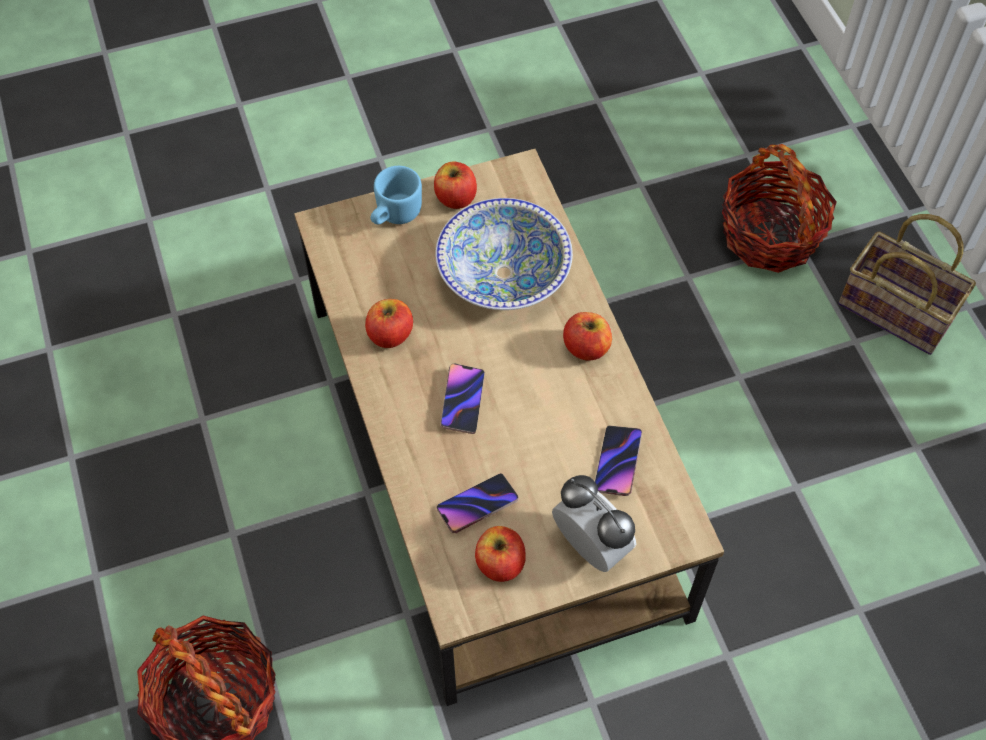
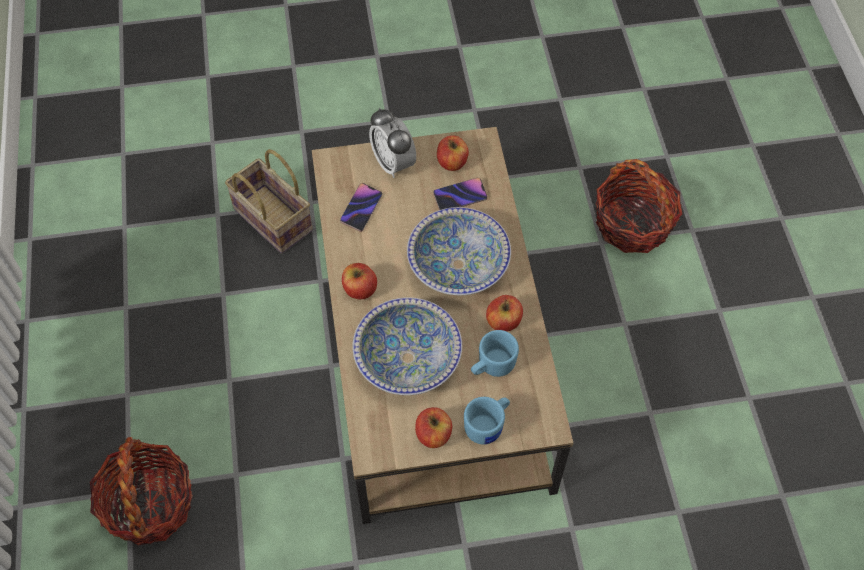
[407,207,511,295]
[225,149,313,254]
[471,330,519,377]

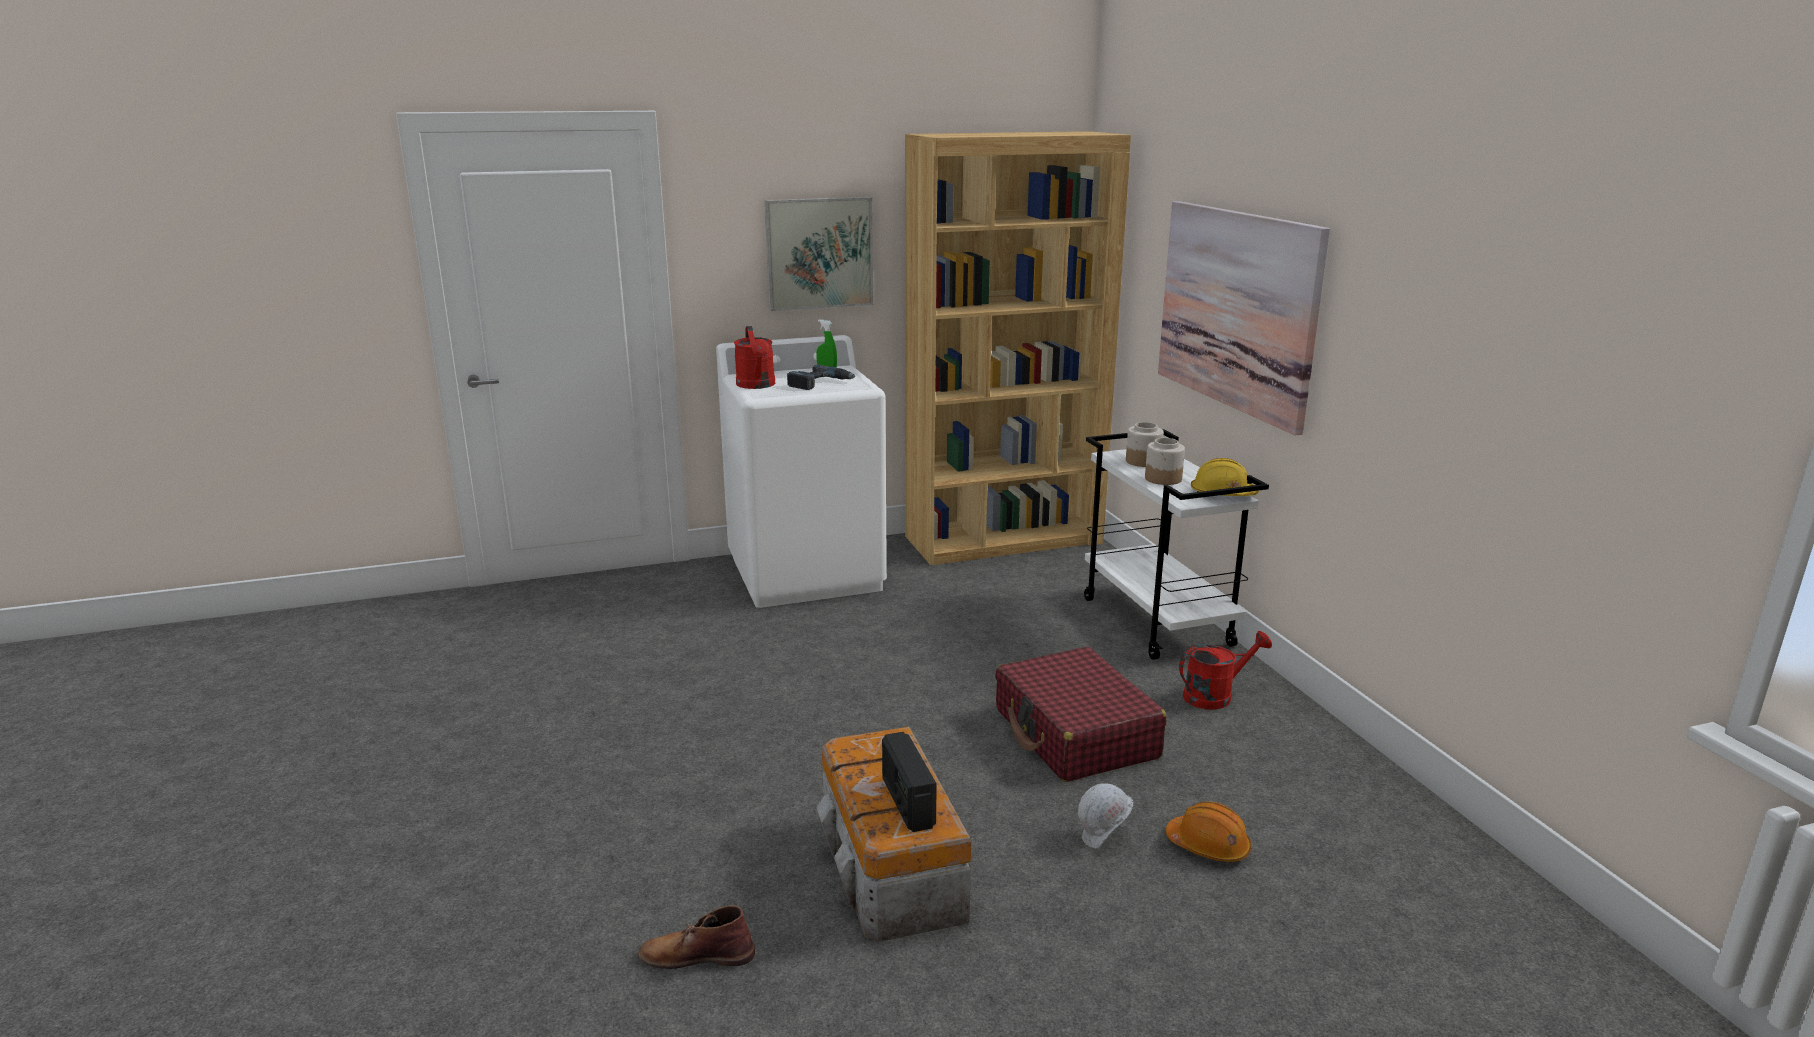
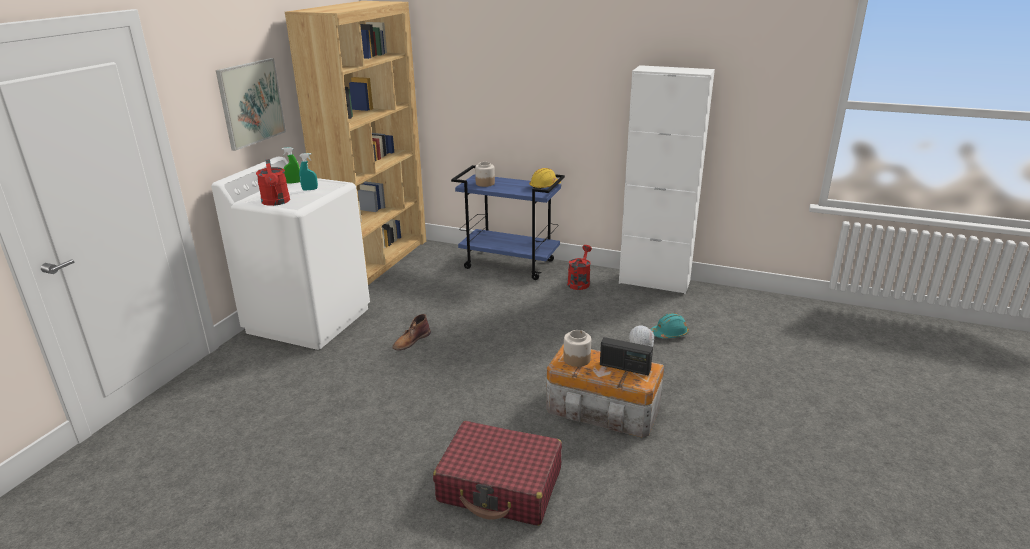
[392,314,431,351]
[256,159,290,206]
[299,153,318,191]
[433,421,562,526]
[451,165,565,280]
[563,330,591,367]
[1158,201,1330,435] (first image)
[651,313,689,338]
[619,65,715,294]

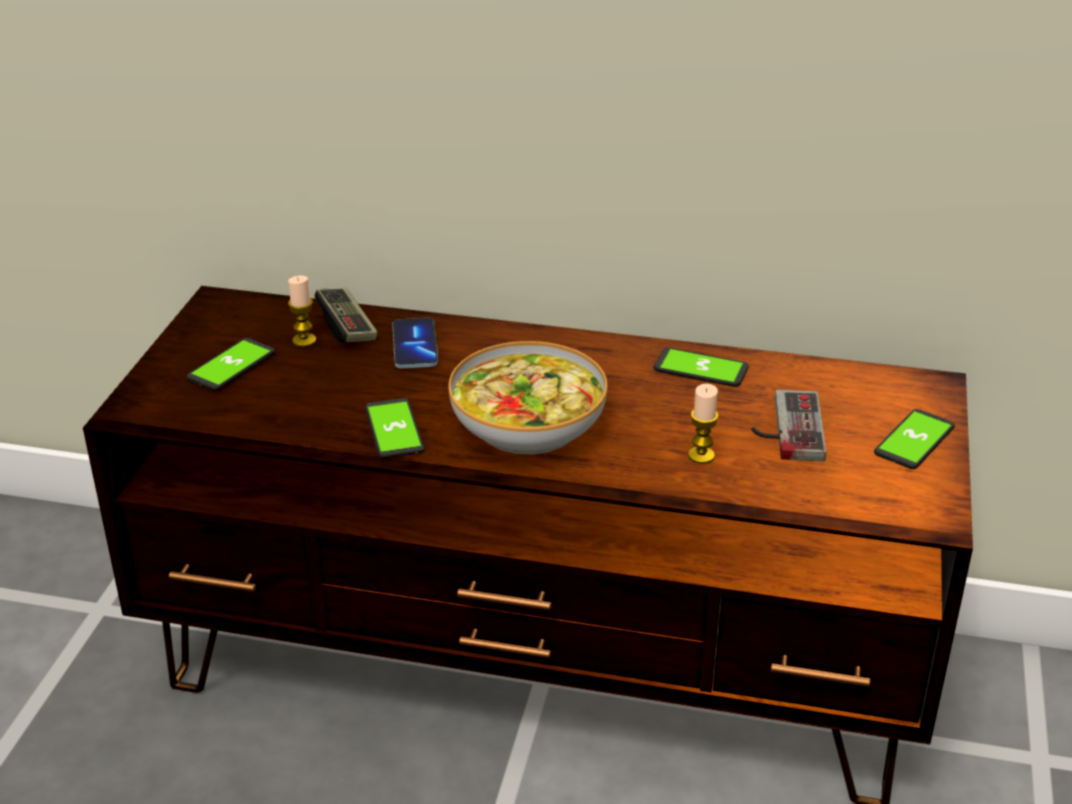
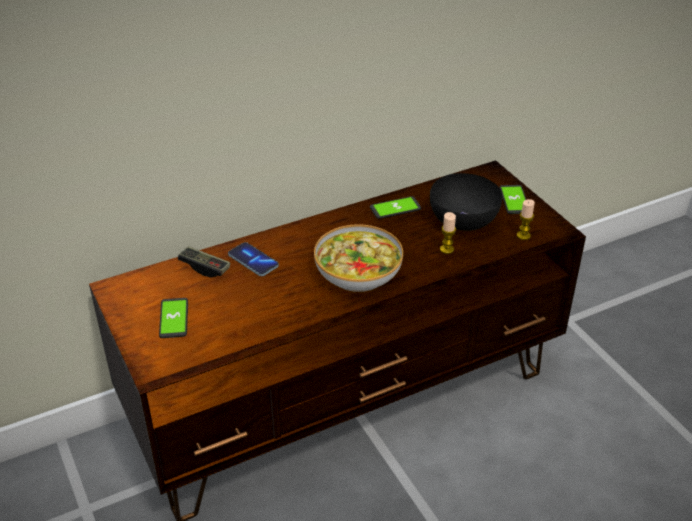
[517,199,535,240]
[365,398,424,458] (first image)
[430,173,502,231]

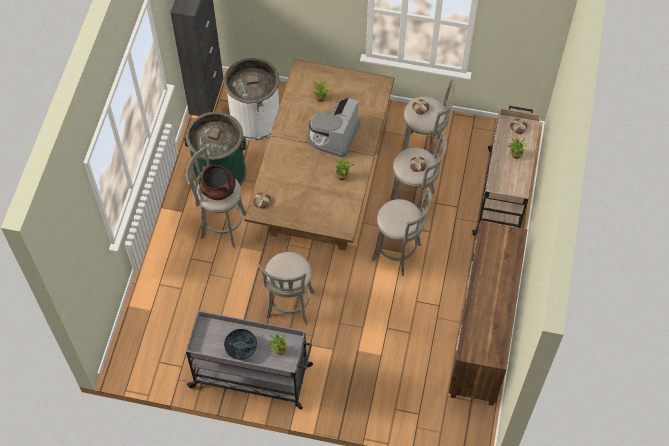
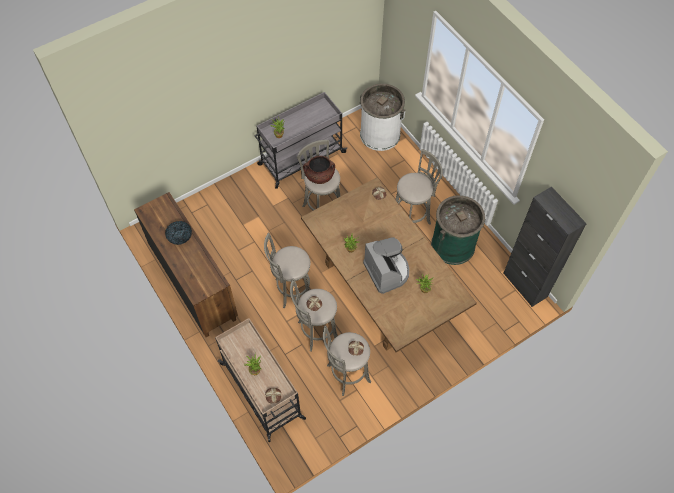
[303,156,335,184]
[360,83,405,151]
[165,221,192,245]

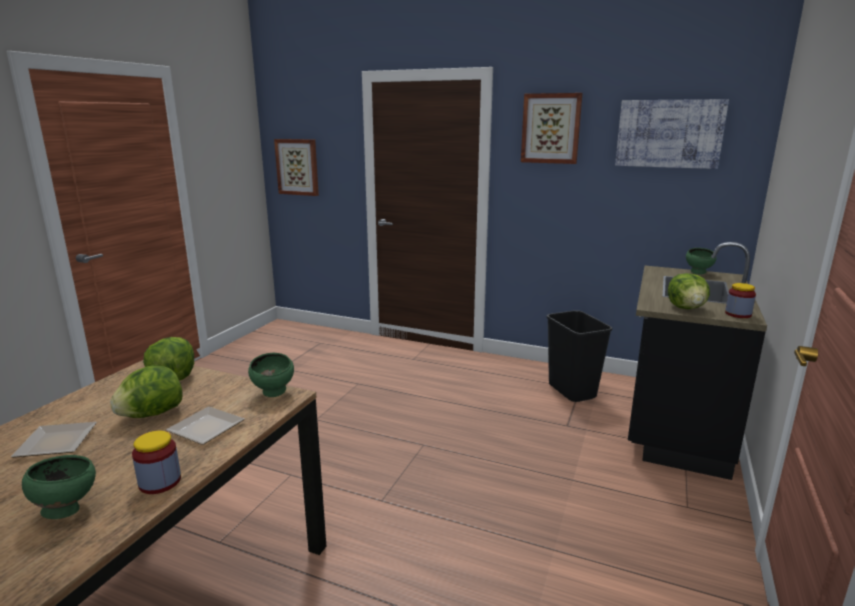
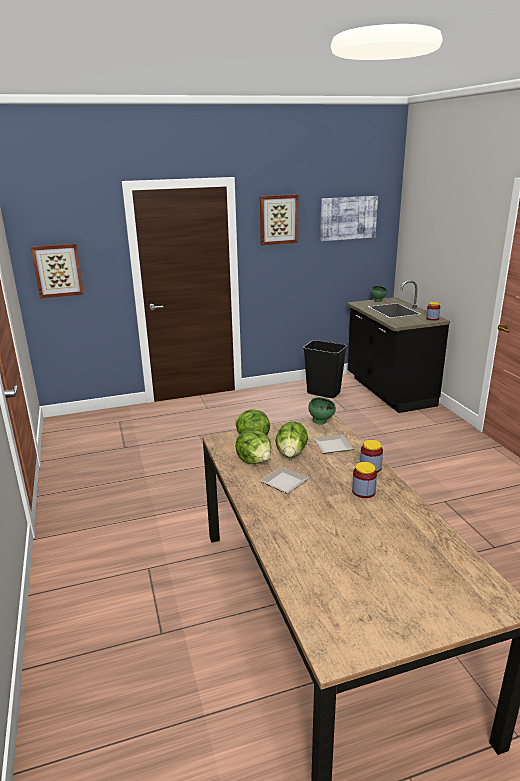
[352,462,377,498]
[235,430,271,464]

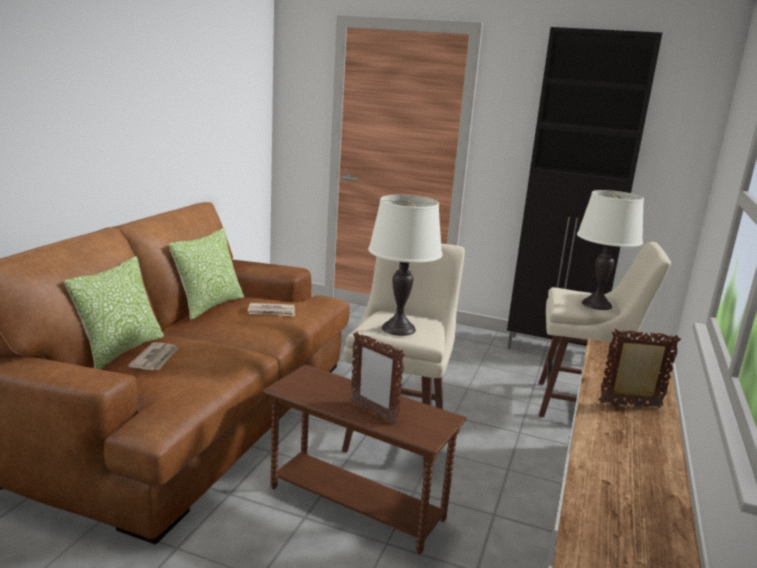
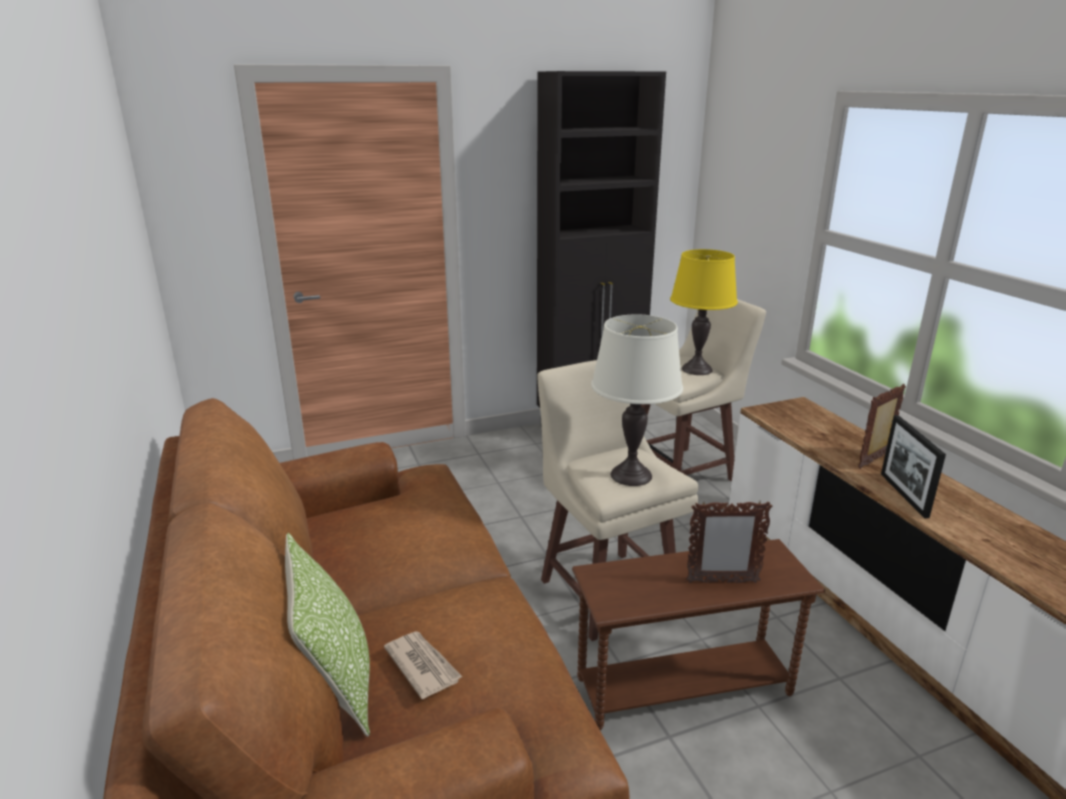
[169,228,244,320] (first image)
[248,303,295,317] (first image)
[670,249,738,375]
[881,415,946,518]

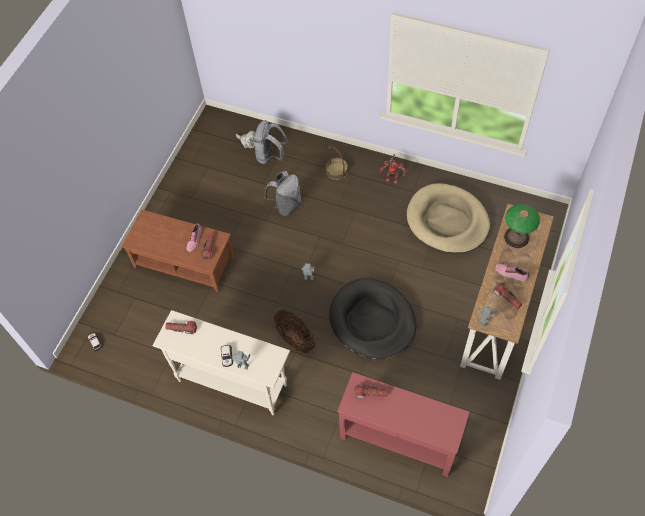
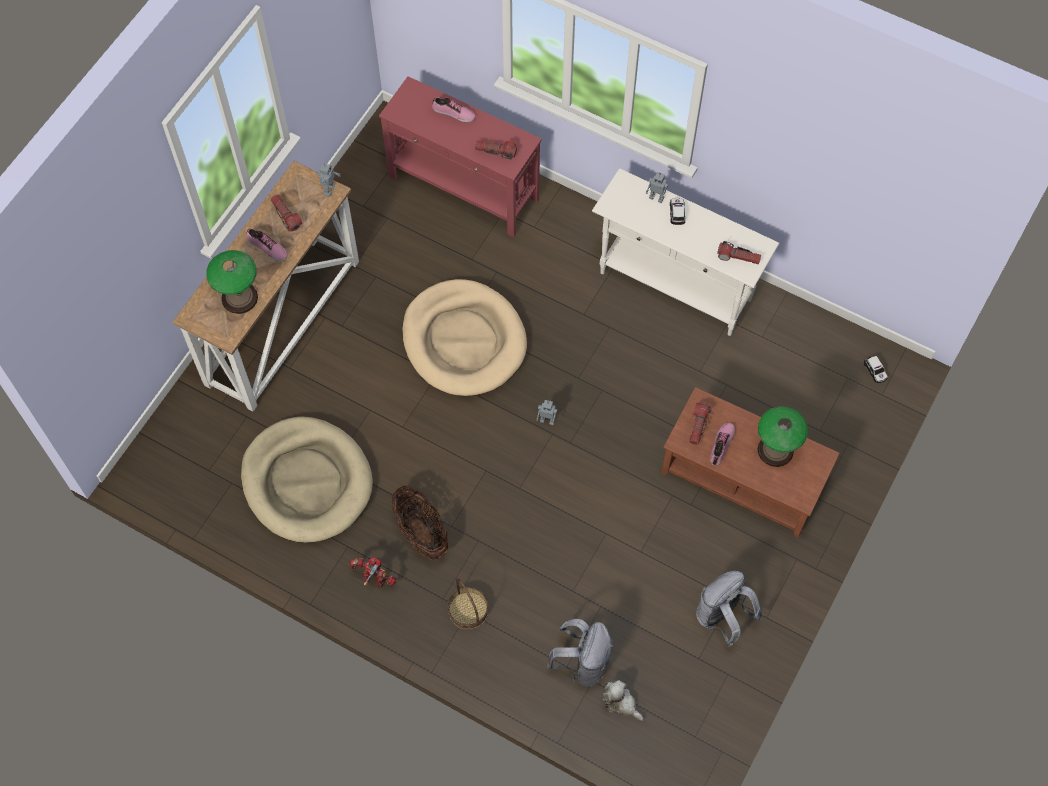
[696,571,763,647]
[392,485,448,560]
[402,279,527,396]
[432,97,475,122]
[757,407,808,467]

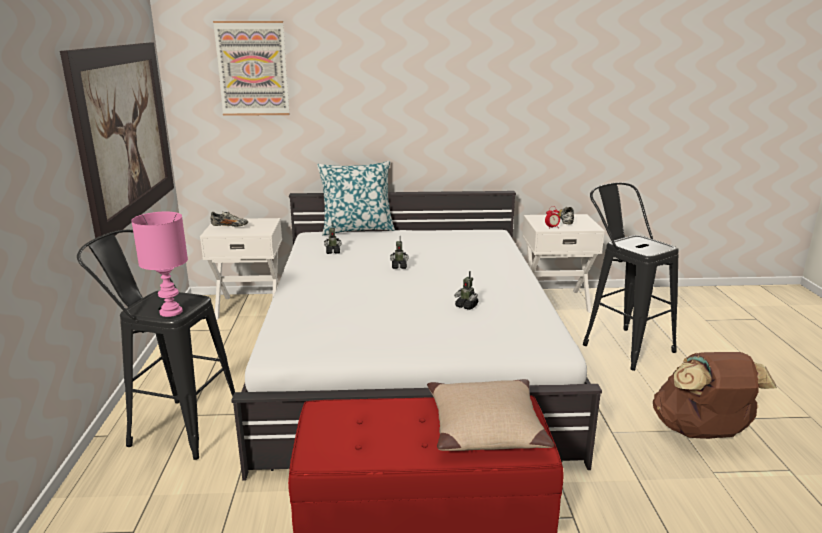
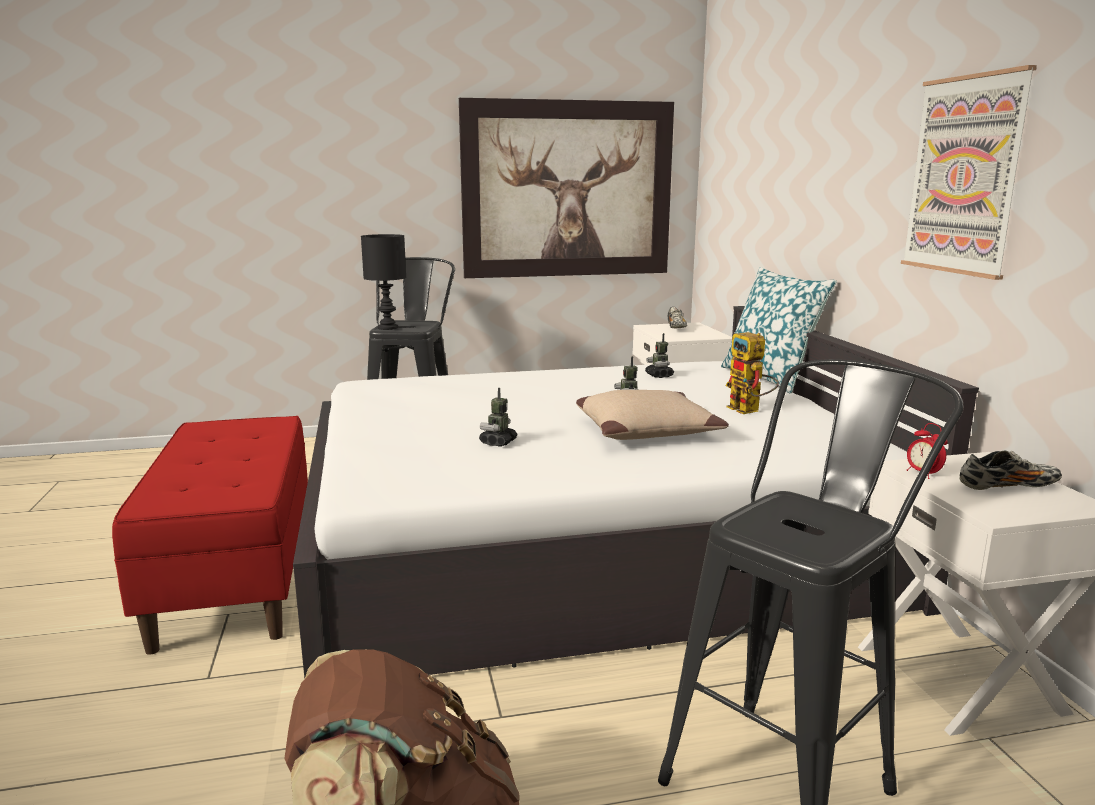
[361,234,406,330]
[901,65,1037,280]
[576,390,729,440]
[726,332,779,414]

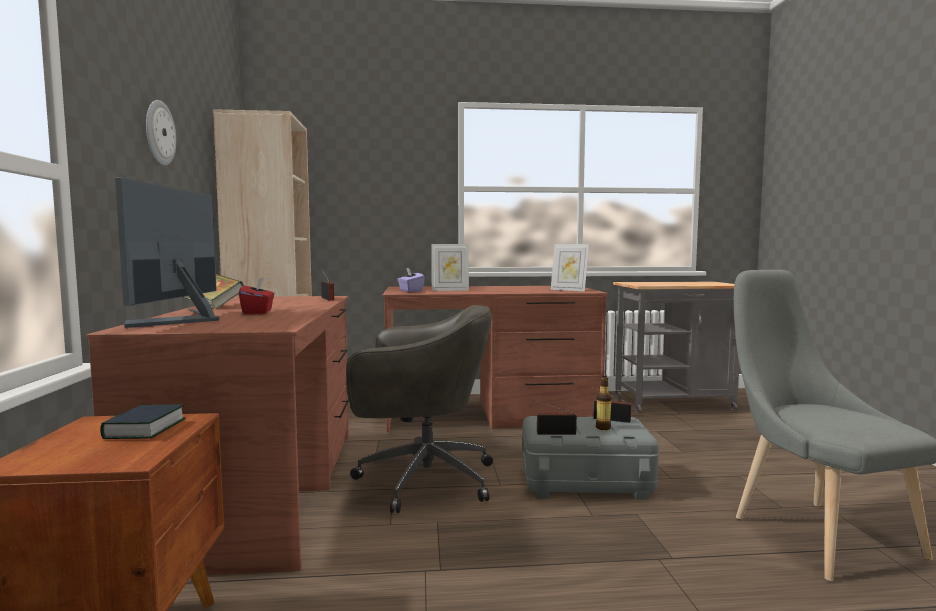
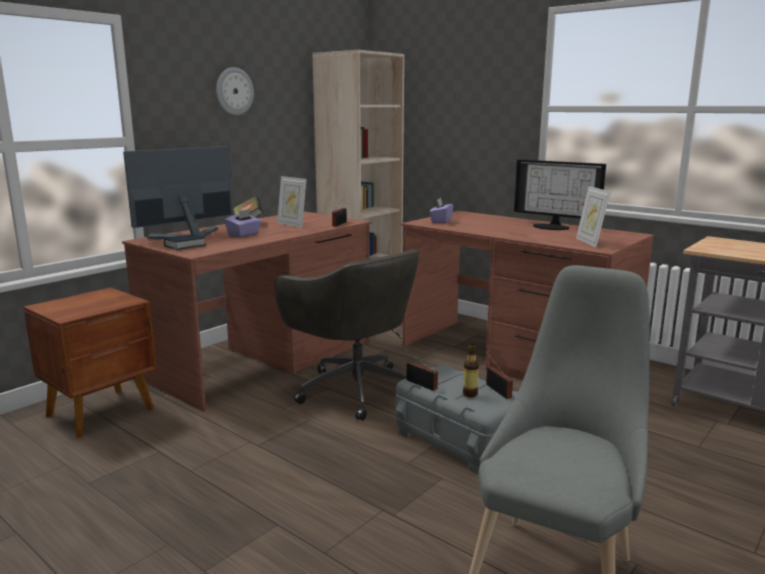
[164,234,206,250]
[224,209,261,237]
[277,176,307,228]
[514,160,606,230]

